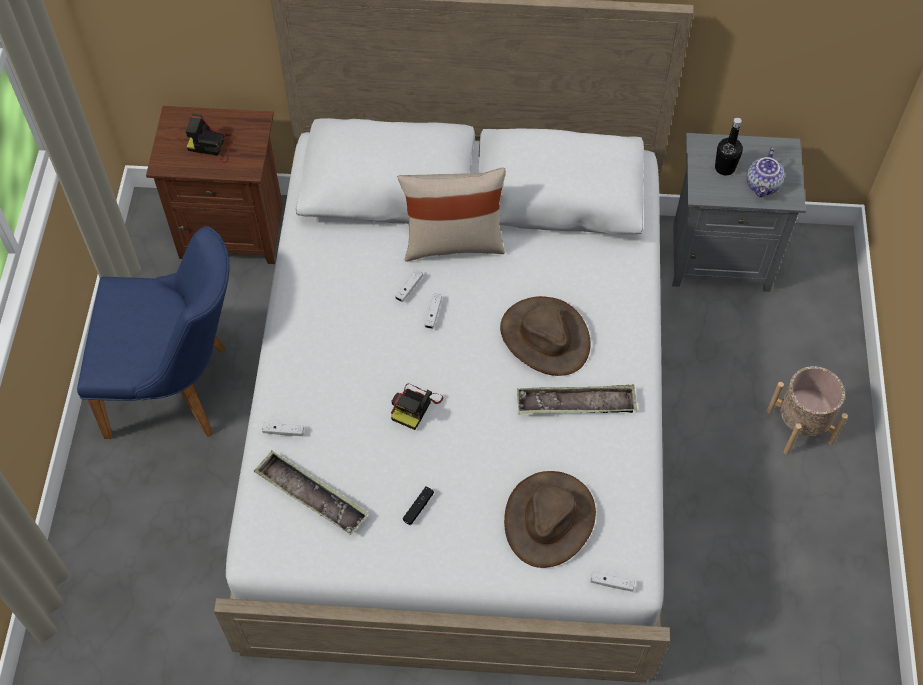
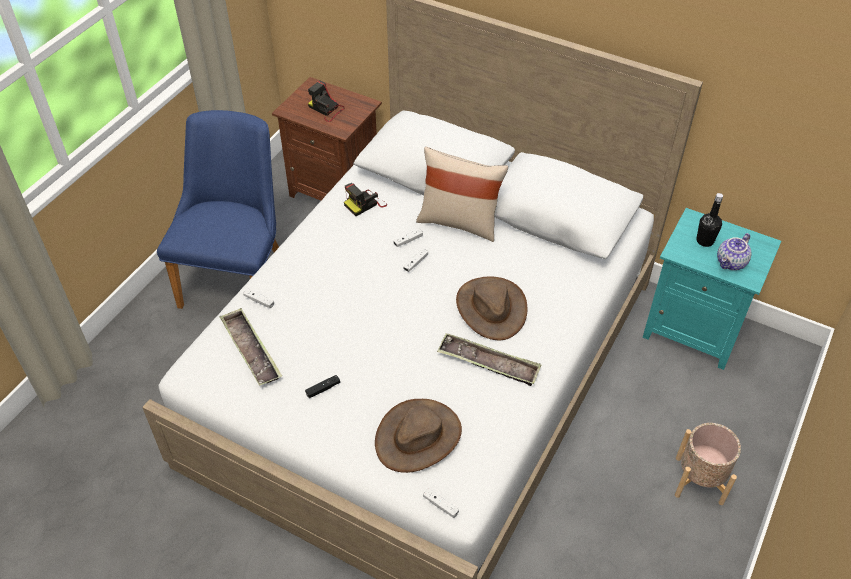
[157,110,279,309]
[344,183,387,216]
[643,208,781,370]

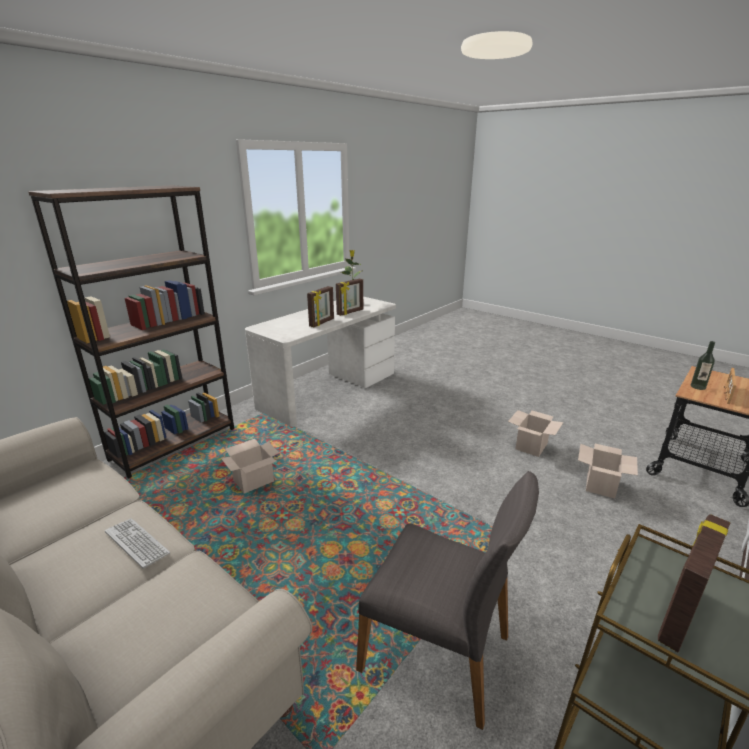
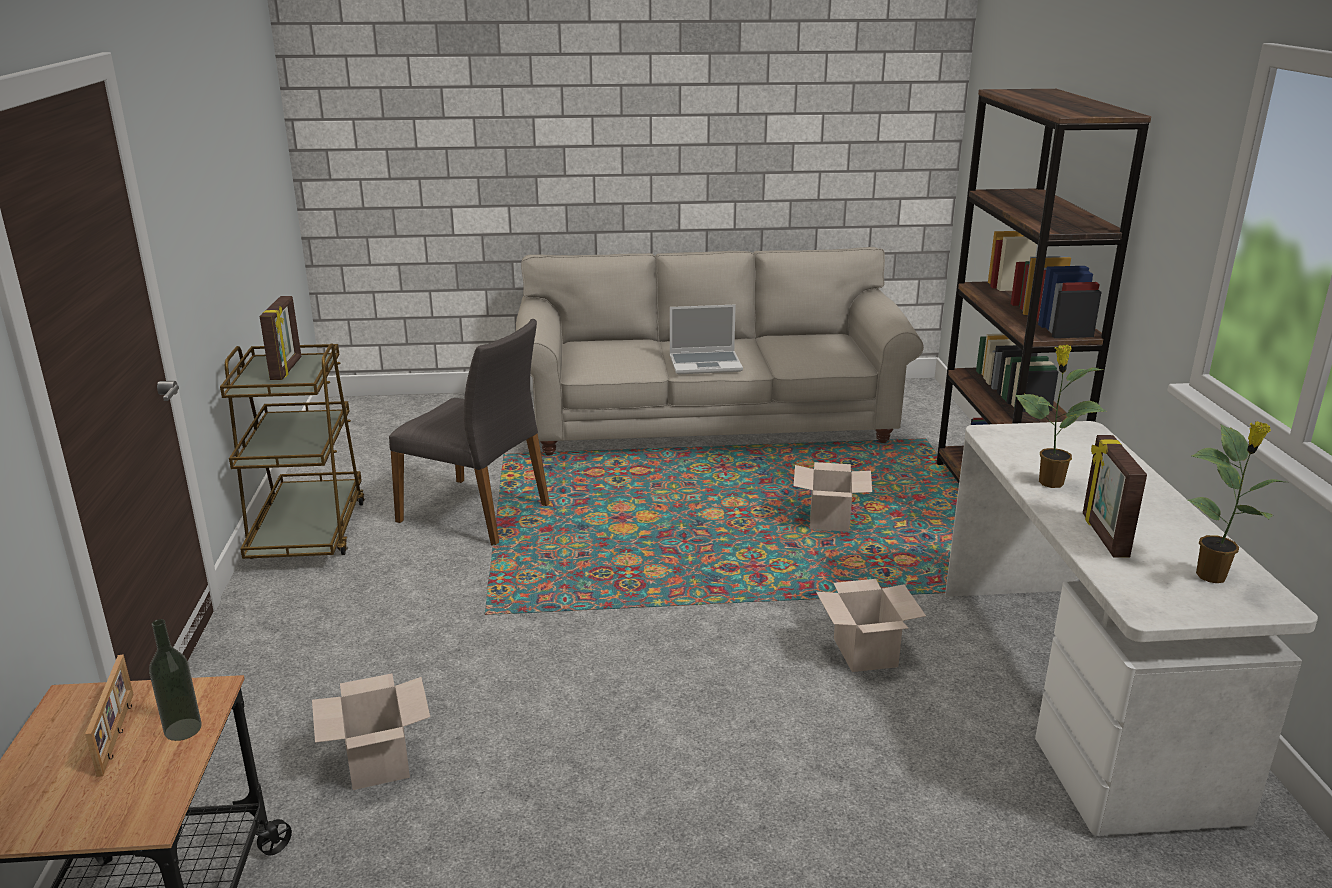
[670,305,743,374]
[1015,345,1106,488]
[389,319,550,546]
[816,579,926,672]

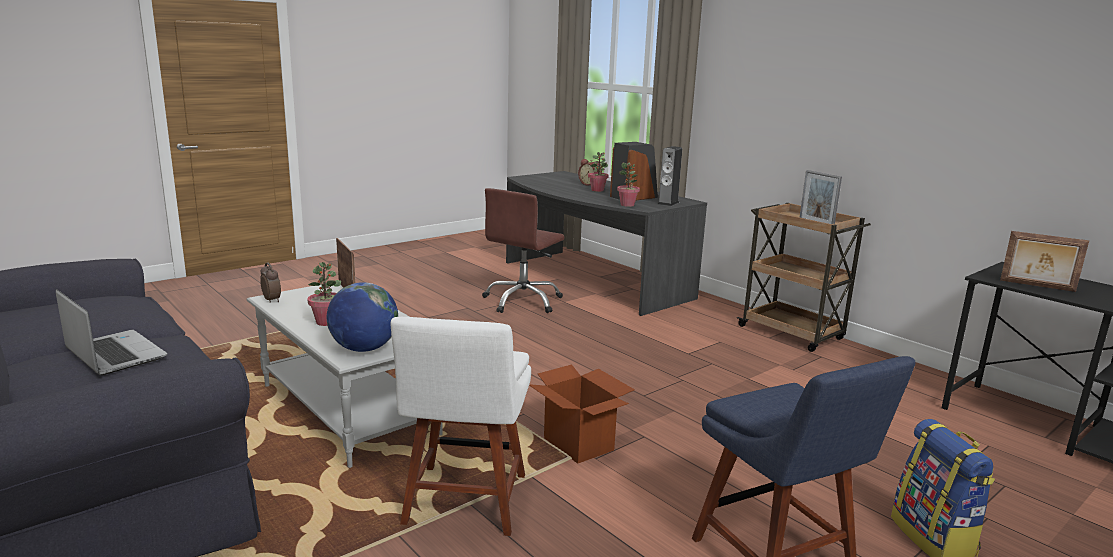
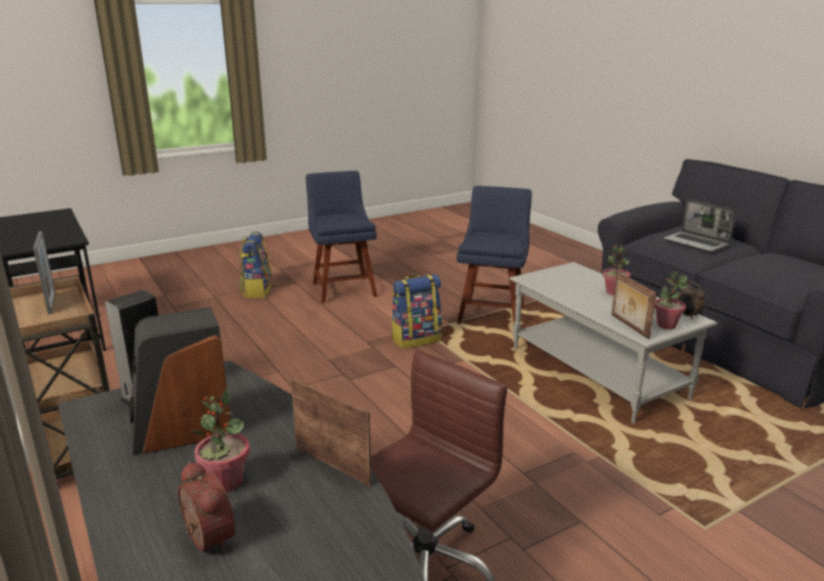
[327,282,398,352] (first image)
[457,186,532,324]
[391,274,442,349]
[655,272,687,329]
[291,378,372,487]

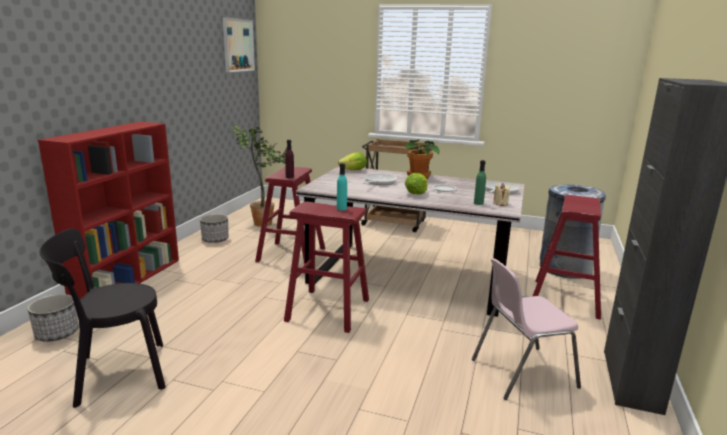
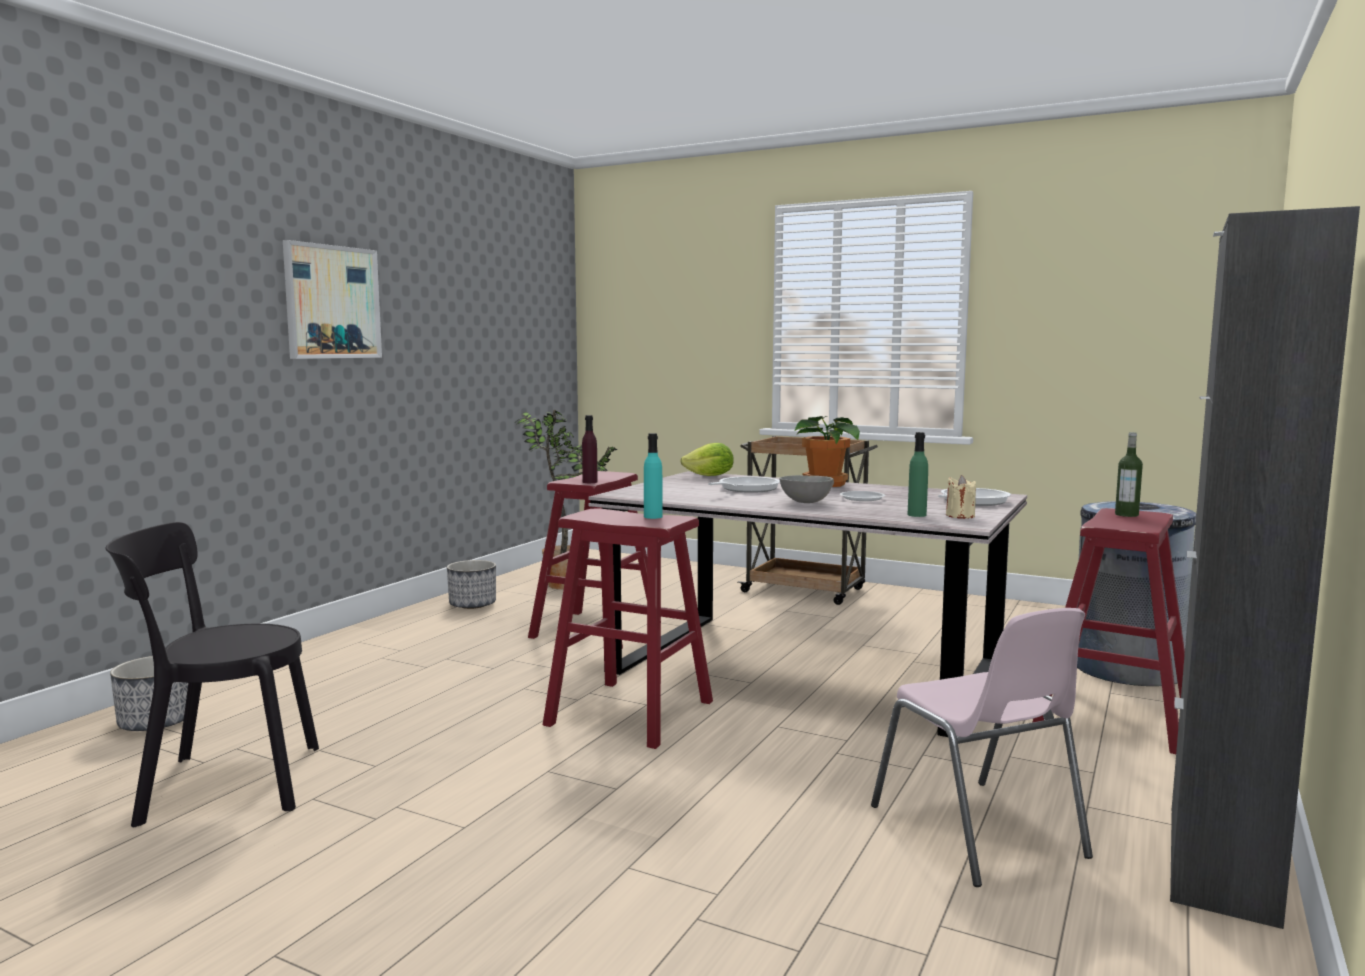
[38,122,179,300] (first image)
[283,240,382,359]
[779,475,834,503]
[871,608,1093,887]
[1115,432,1143,517]

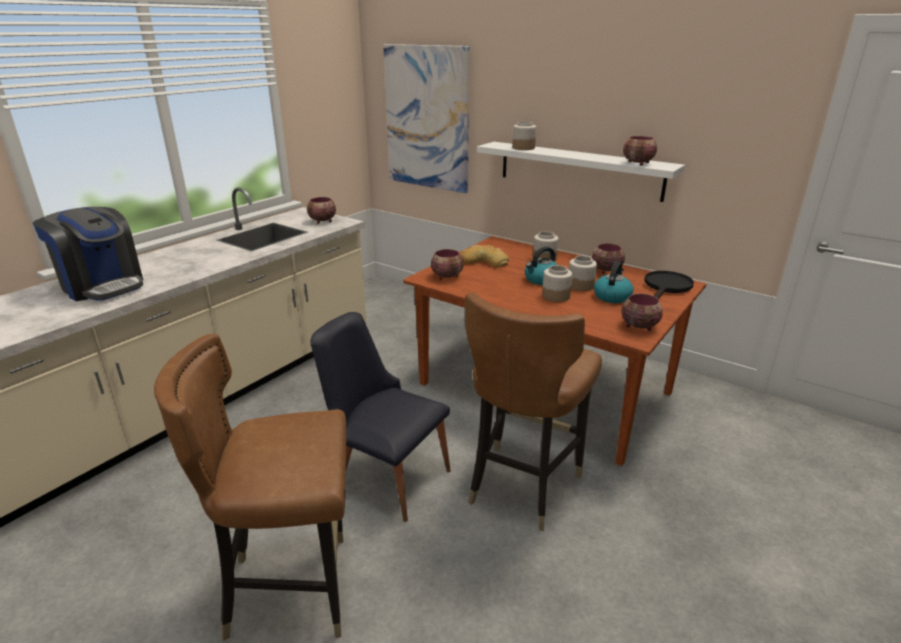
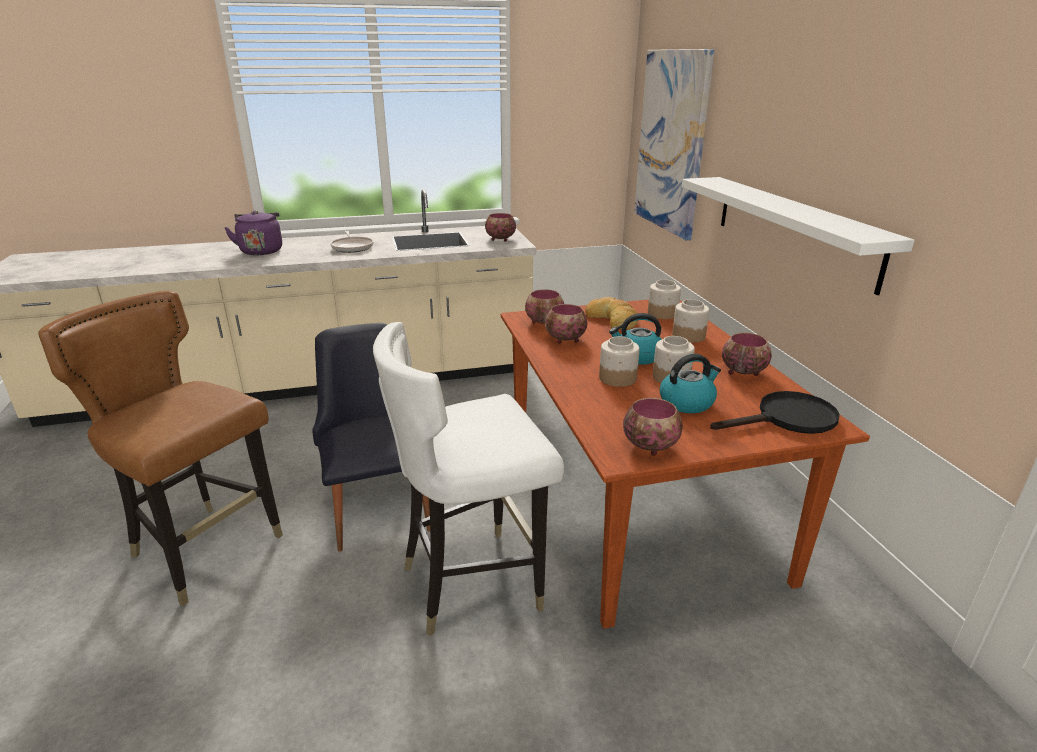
[224,210,282,255]
[373,322,564,636]
[648,280,681,319]
[545,304,587,344]
[330,231,373,253]

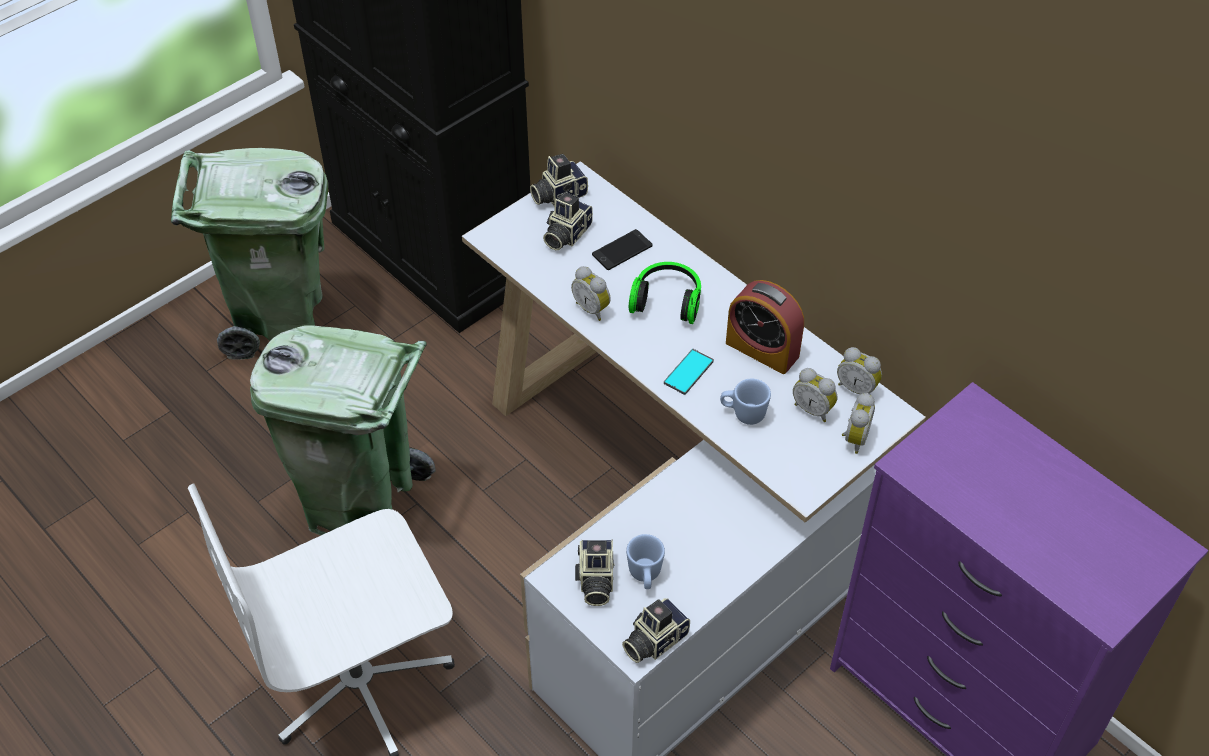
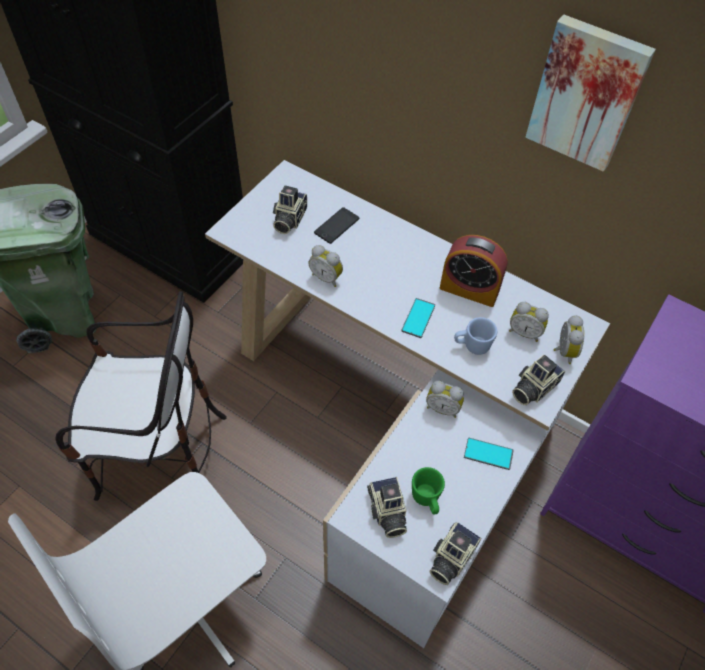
[55,291,227,501]
[512,355,565,405]
[412,467,445,515]
[629,262,701,324] (first image)
[426,381,464,418]
[464,438,514,470]
[525,15,656,172]

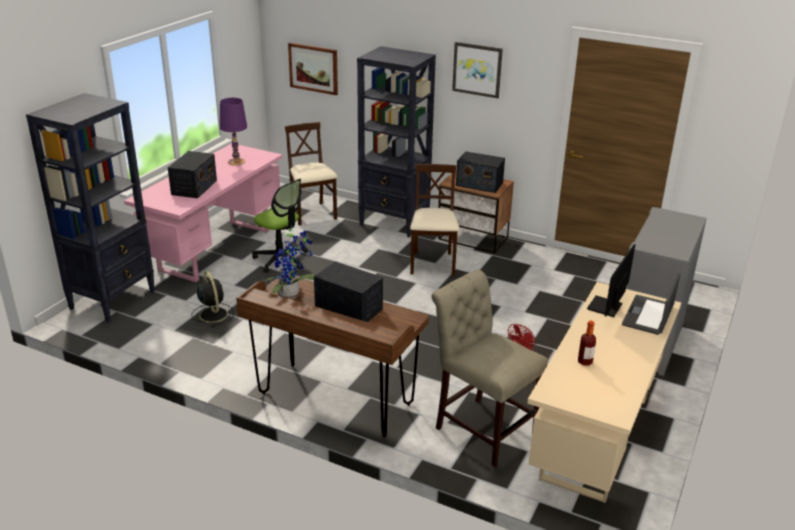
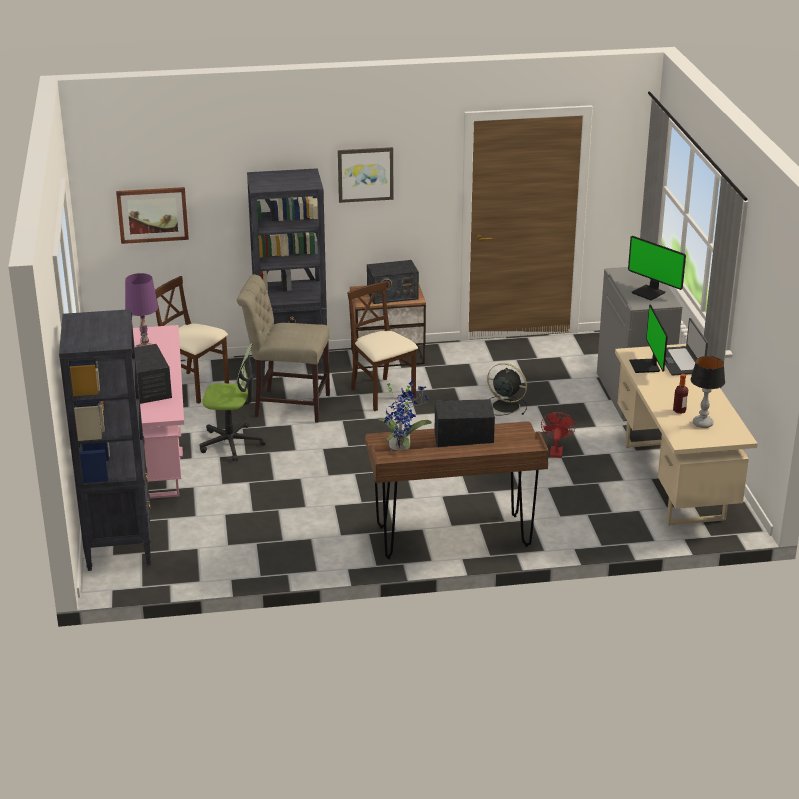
[487,363,527,415]
[237,274,330,423]
[628,236,686,300]
[690,356,725,428]

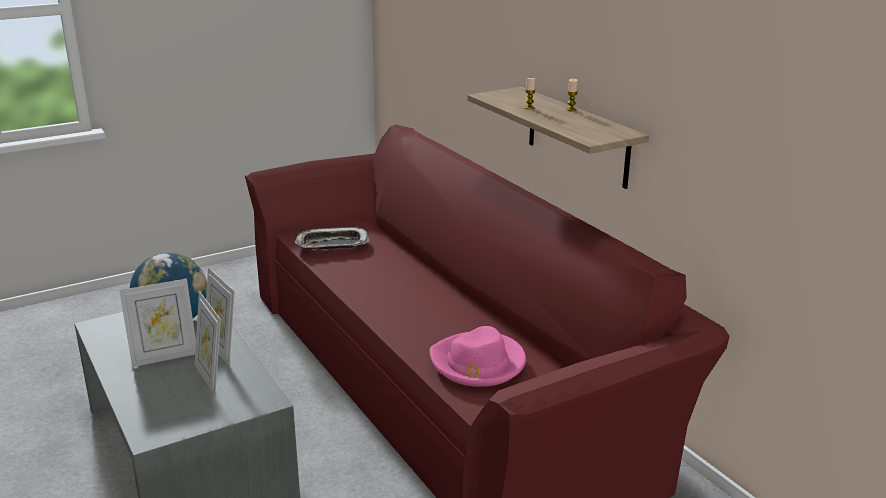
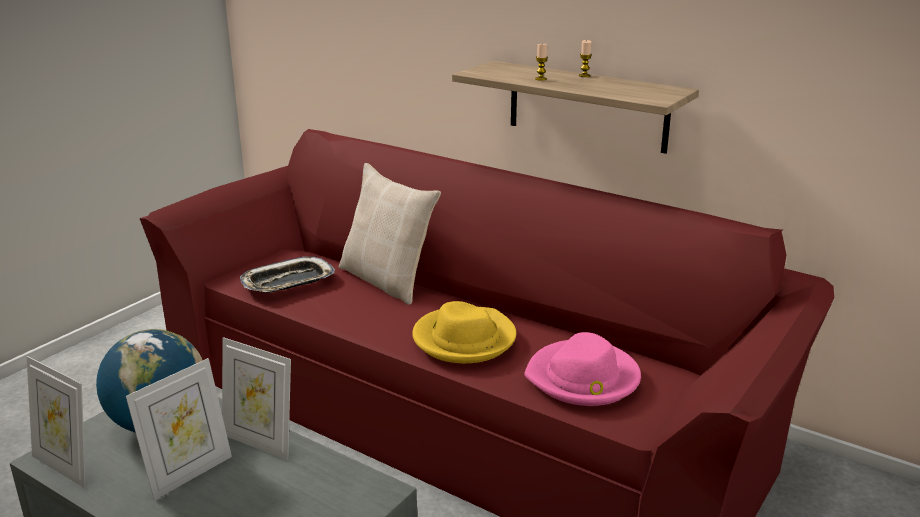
[27,356,86,488]
[339,163,441,305]
[412,301,516,363]

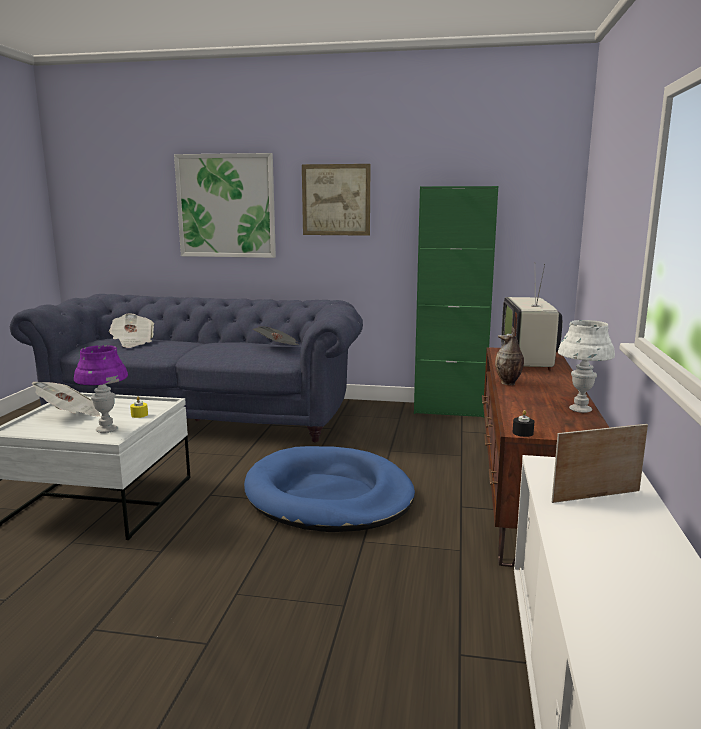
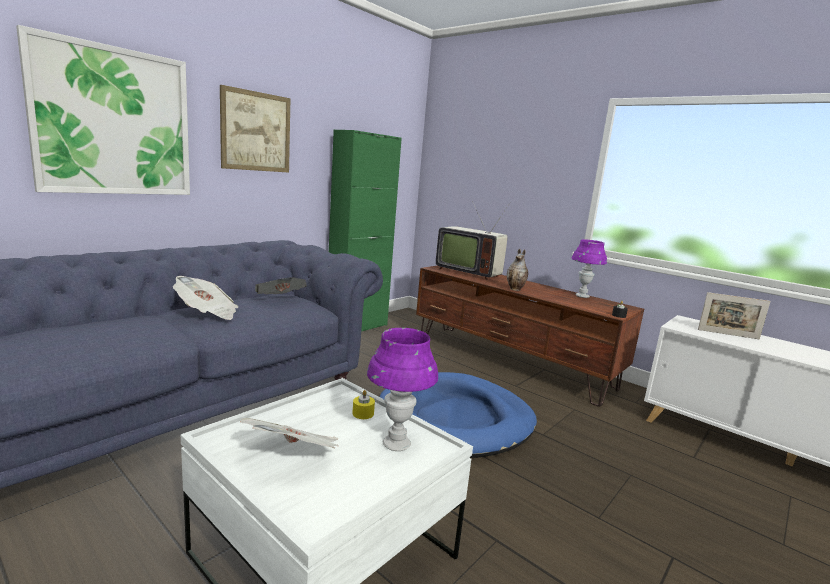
[173,276,239,320]
[698,292,771,339]
[572,239,607,298]

